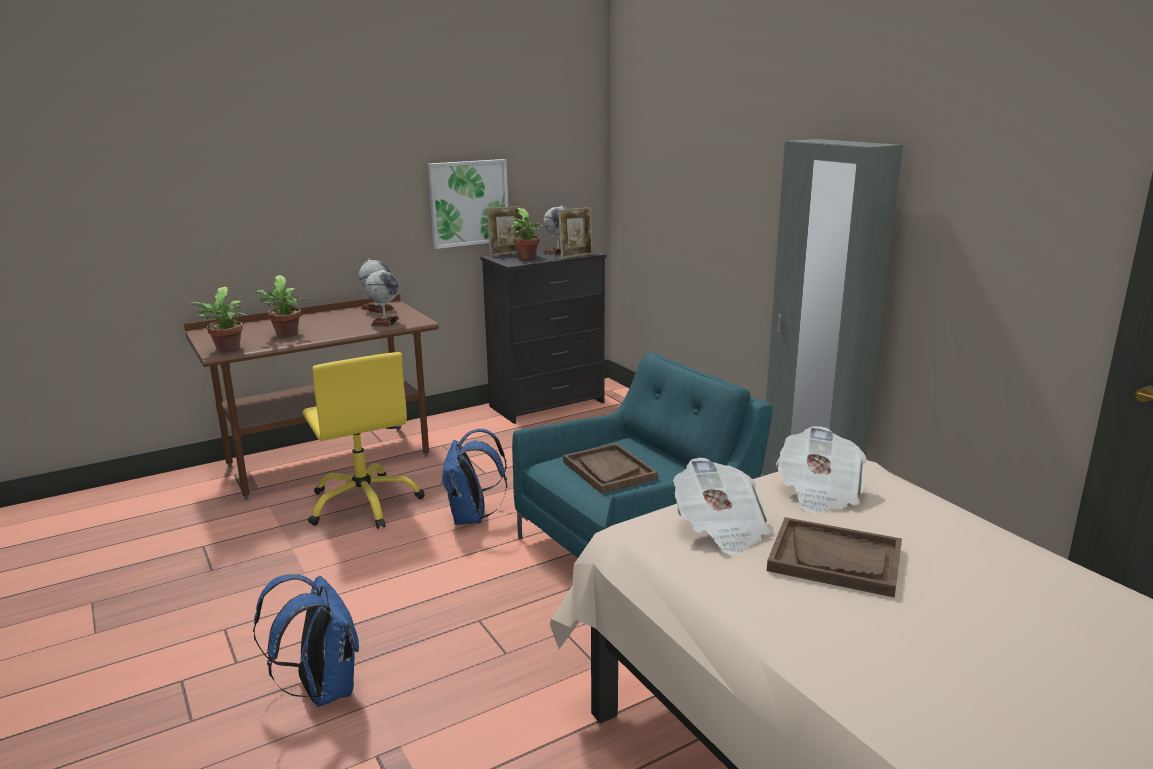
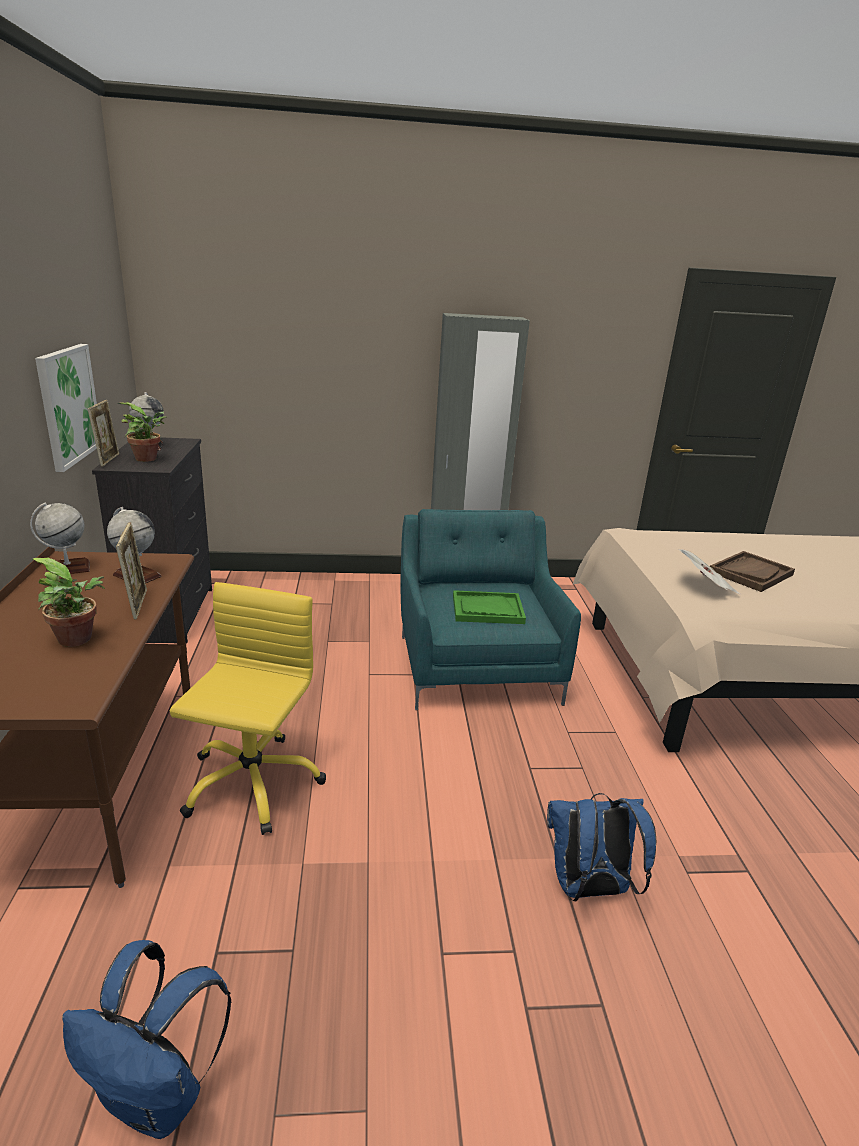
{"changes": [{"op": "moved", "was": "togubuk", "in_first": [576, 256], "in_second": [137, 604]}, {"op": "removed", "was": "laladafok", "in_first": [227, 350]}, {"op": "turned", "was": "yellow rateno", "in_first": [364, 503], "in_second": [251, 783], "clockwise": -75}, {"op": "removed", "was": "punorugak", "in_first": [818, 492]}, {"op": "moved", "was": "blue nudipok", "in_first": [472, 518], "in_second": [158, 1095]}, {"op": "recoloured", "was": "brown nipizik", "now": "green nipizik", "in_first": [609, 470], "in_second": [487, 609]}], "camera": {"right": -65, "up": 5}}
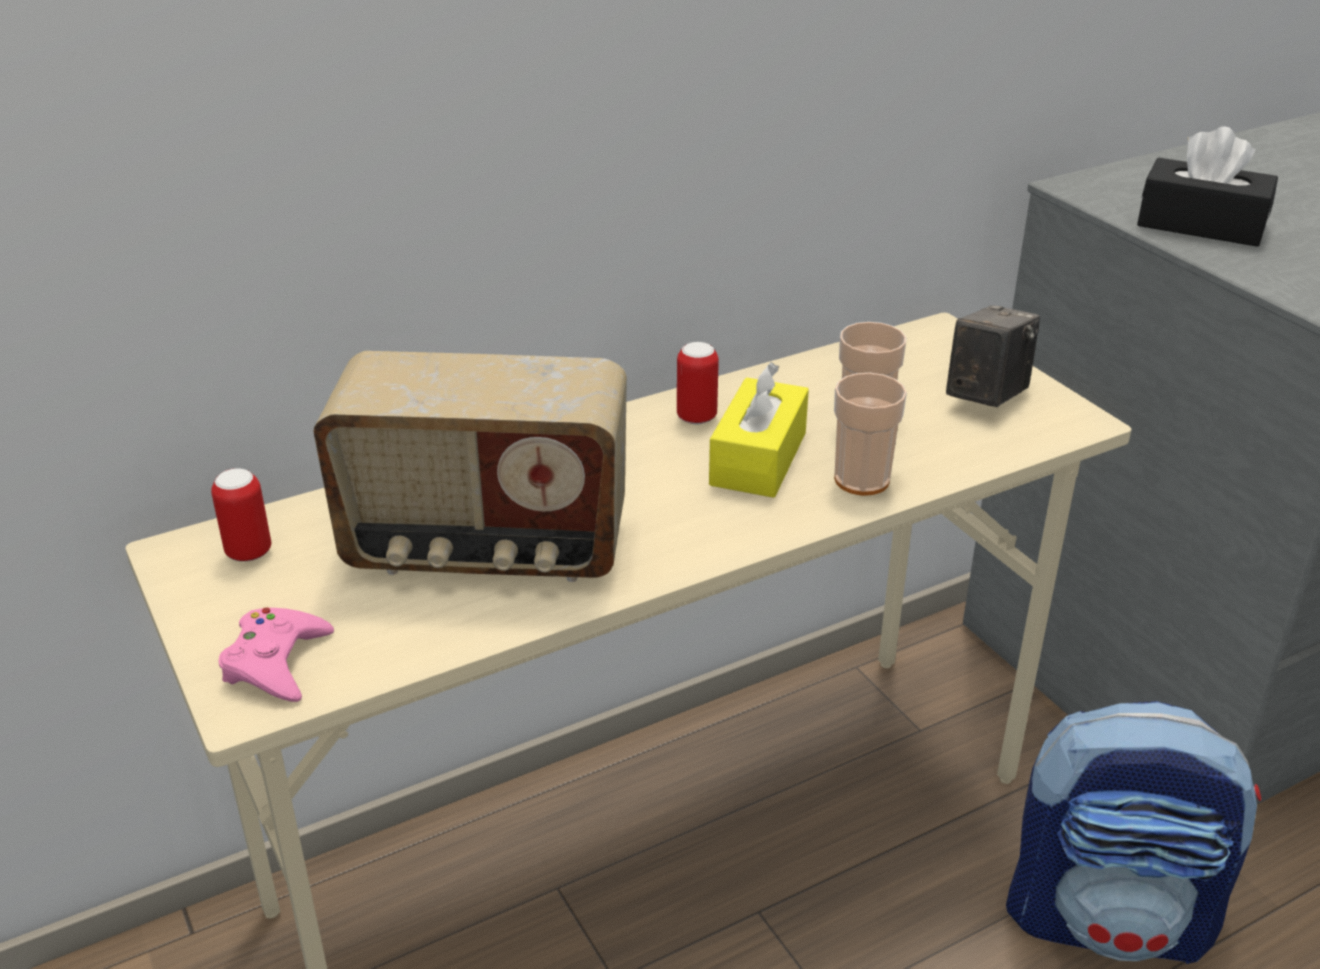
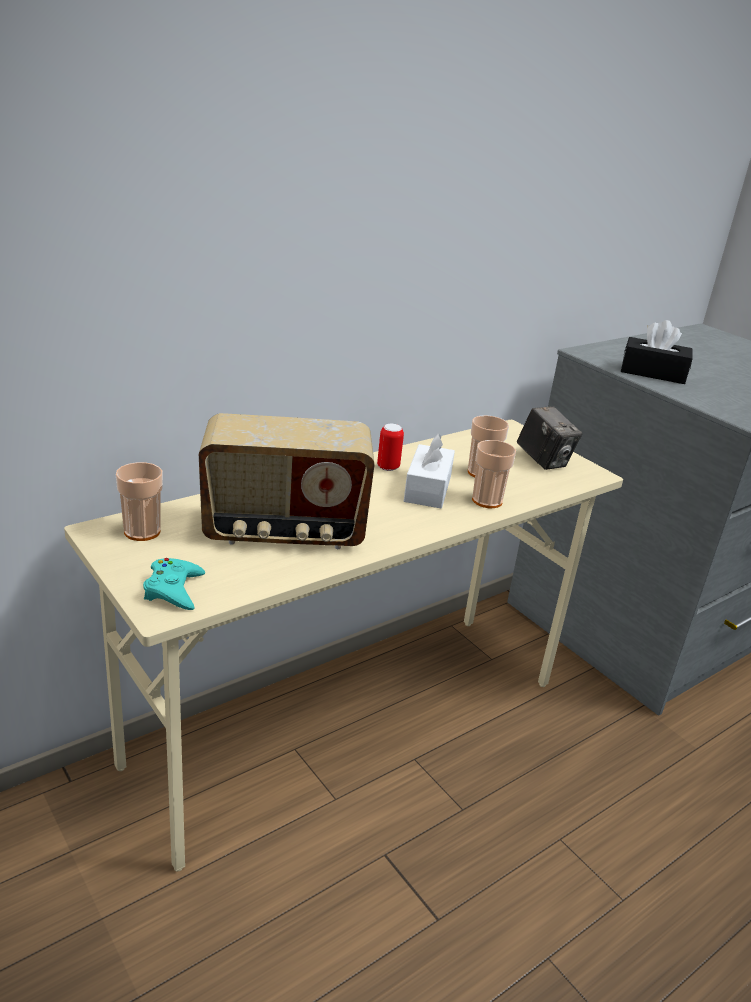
{"changes": [{"op": "turned", "was": "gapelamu", "in_first": [986, 396], "in_second": [543, 461], "clockwise": 120}, {"op": "recoloured", "was": "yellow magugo", "now": "white magugo", "in_first": [758, 459], "in_second": [427, 489]}, {"op": "replaced", "was": "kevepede", "now": "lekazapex", "in_first": [249, 552], "in_second": [142, 531]}, {"op": "recoloured", "was": "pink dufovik", "now": "turquoise dufovik", "in_first": [276, 663], "in_second": [174, 590]}, {"op": "removed", "was": "nudipok", "in_first": [1109, 917]}], "camera": {"right": -10, "up": -5}}
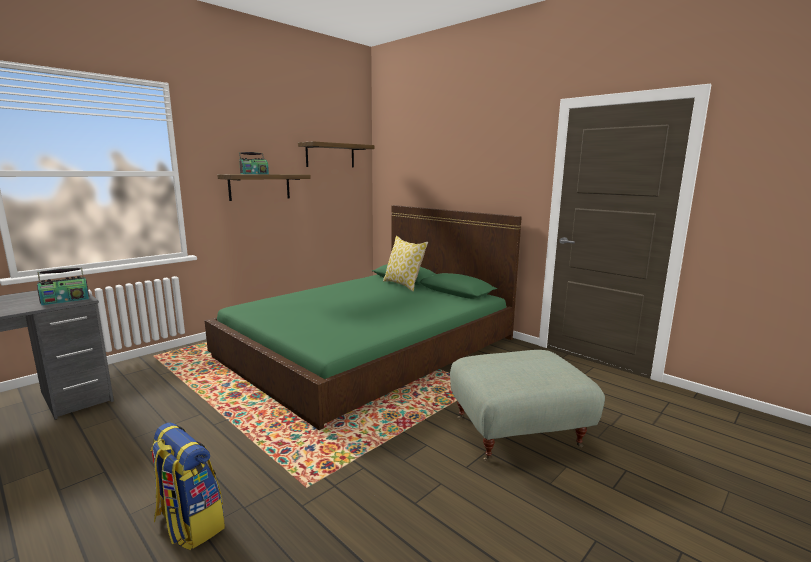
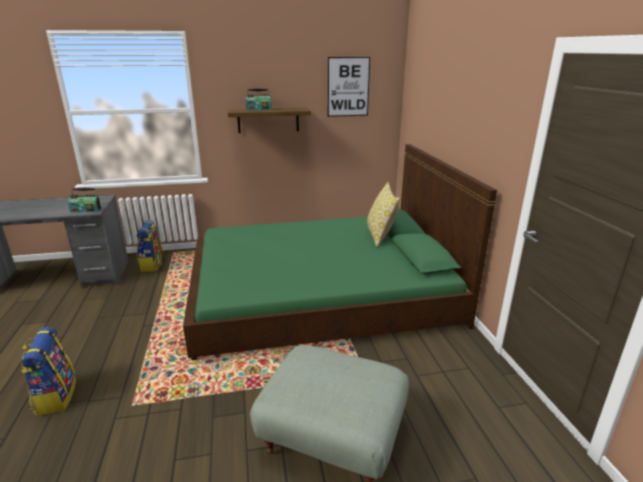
{"changes": [{"op": "replaced", "was": "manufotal", "now": "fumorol", "in_first": [330, 155], "in_second": [348, 87]}, {"op": "added", "now": "nudipok", "in_second": [153, 265]}], "camera": {"right": 35, "up": 10}}
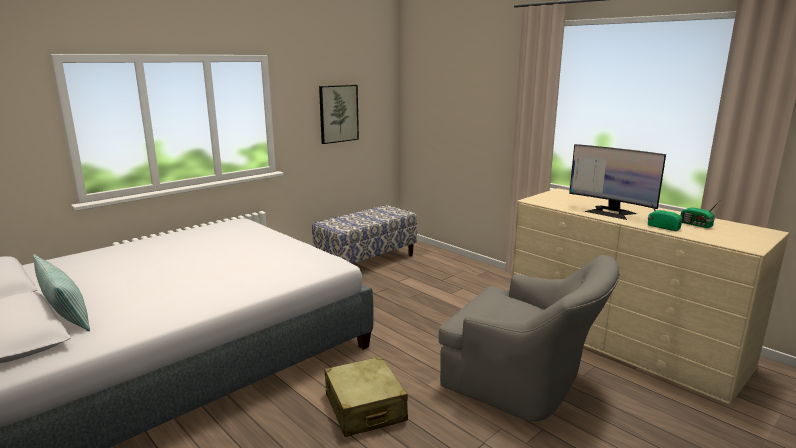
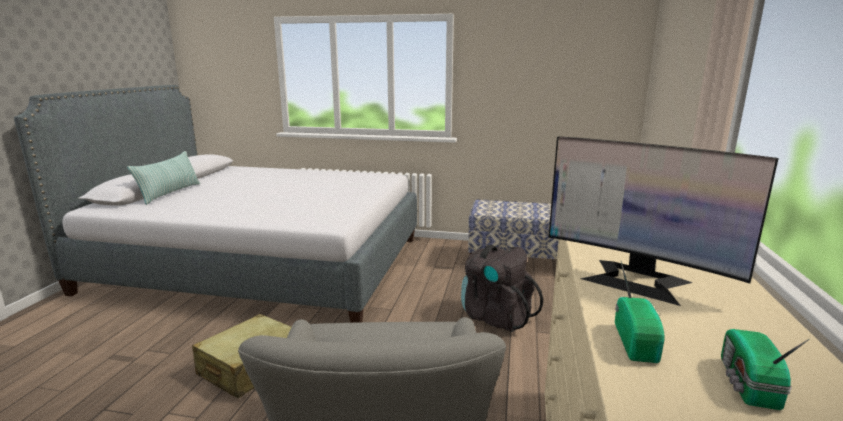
{"changes": [{"op": "removed", "was": "fumorol", "in_first": [338, 113]}, {"op": "turned", "was": "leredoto", "in_first": [610, 212], "in_second": [636, 280], "clockwise": -60}, {"op": "added", "now": "black nudipok", "in_second": [496, 316]}], "camera": {"right": 55, "up": 0}}
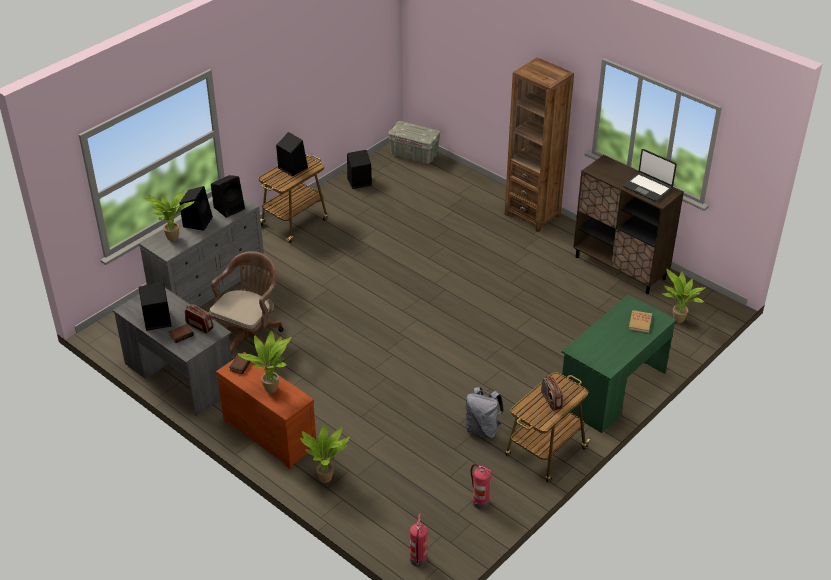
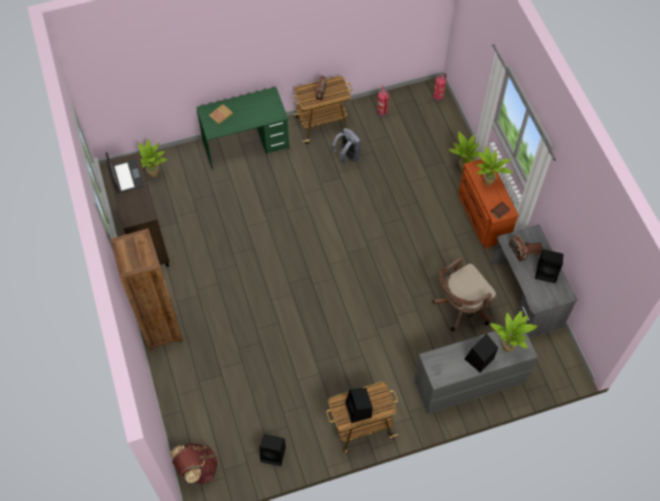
{"changes": [{"op": "replaced", "was": "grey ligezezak", "now": "brown nudipok", "in_first": [414, 155], "in_second": [197, 468]}, {"op": "removed", "was": "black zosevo", "in_first": [229, 207]}], "camera": {"right": -150, "up": 20}}
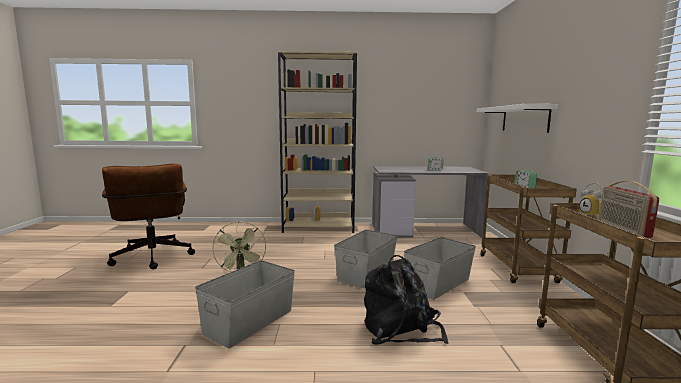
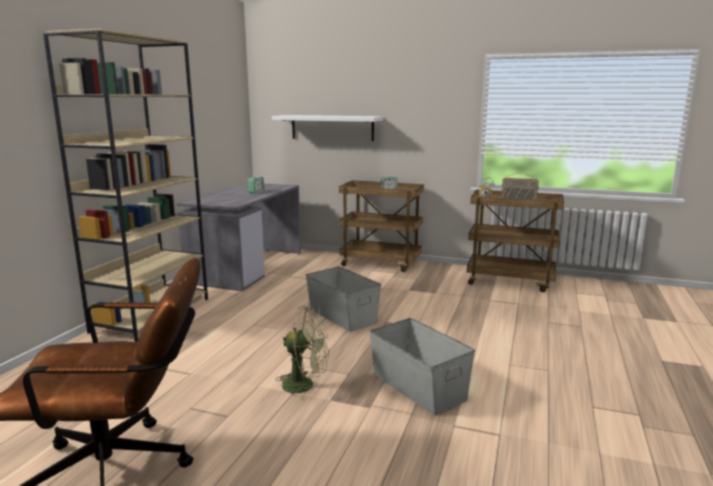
{"changes": [{"op": "removed", "was": "grey ligezezak", "in_first": [437, 283]}, {"op": "removed", "was": "black nudipok", "in_first": [400, 329]}], "camera": {"right": -70, "up": 5}}
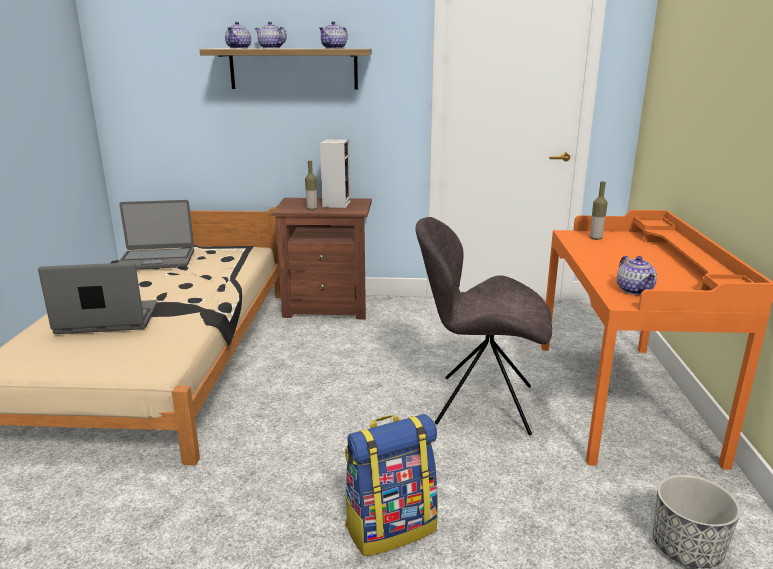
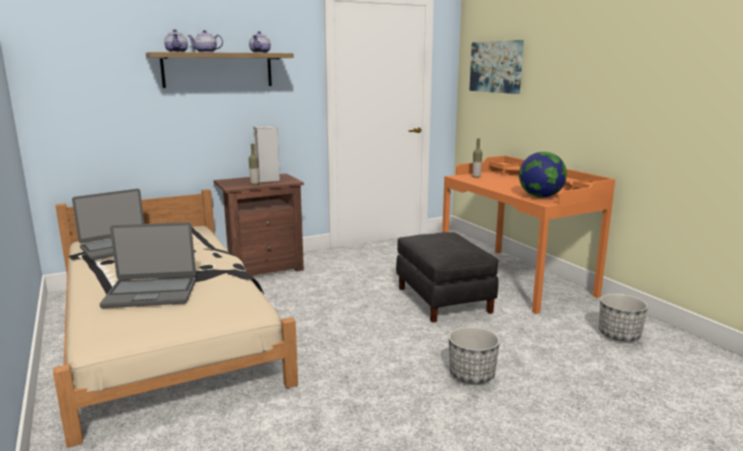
{"changes": [{"op": "replaced", "was": "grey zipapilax", "now": "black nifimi", "in_first": [479, 404], "in_second": [442, 300]}, {"op": "replaced", "was": "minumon", "now": "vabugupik", "in_first": [634, 290], "in_second": [540, 197]}, {"op": "turned", "was": "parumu", "in_first": [107, 320], "in_second": [151, 293], "clockwise": -150}, {"op": "replaced", "was": "nudipok", "now": "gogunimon", "in_first": [391, 527], "in_second": [471, 375]}, {"op": "added", "now": "fumorol", "in_second": [496, 67]}], "camera": {"right": -30, "up": -5}}
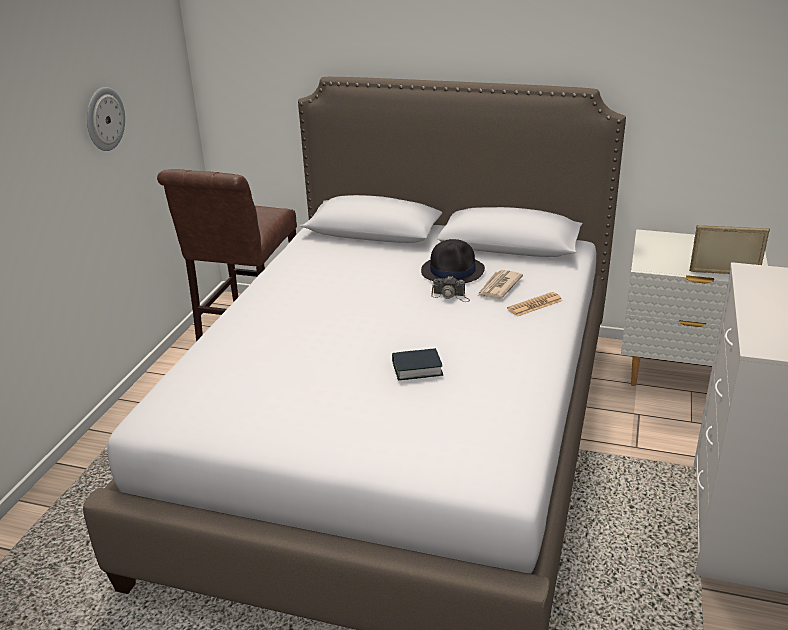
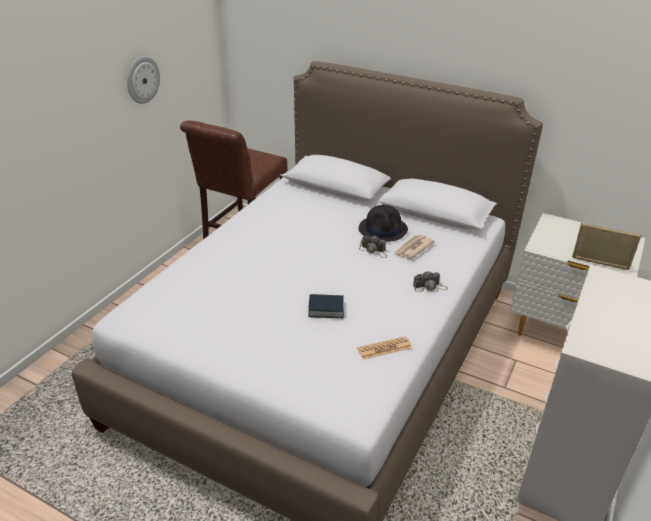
{"changes": [{"op": "moved", "was": "punorugak", "in_first": [535, 305], "in_second": [384, 348]}, {"op": "added", "now": "gapelamu", "in_second": [430, 287]}], "camera": {"right": 10, "up": 5}}
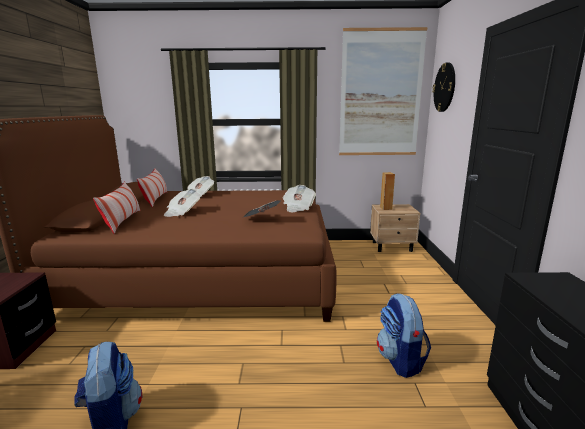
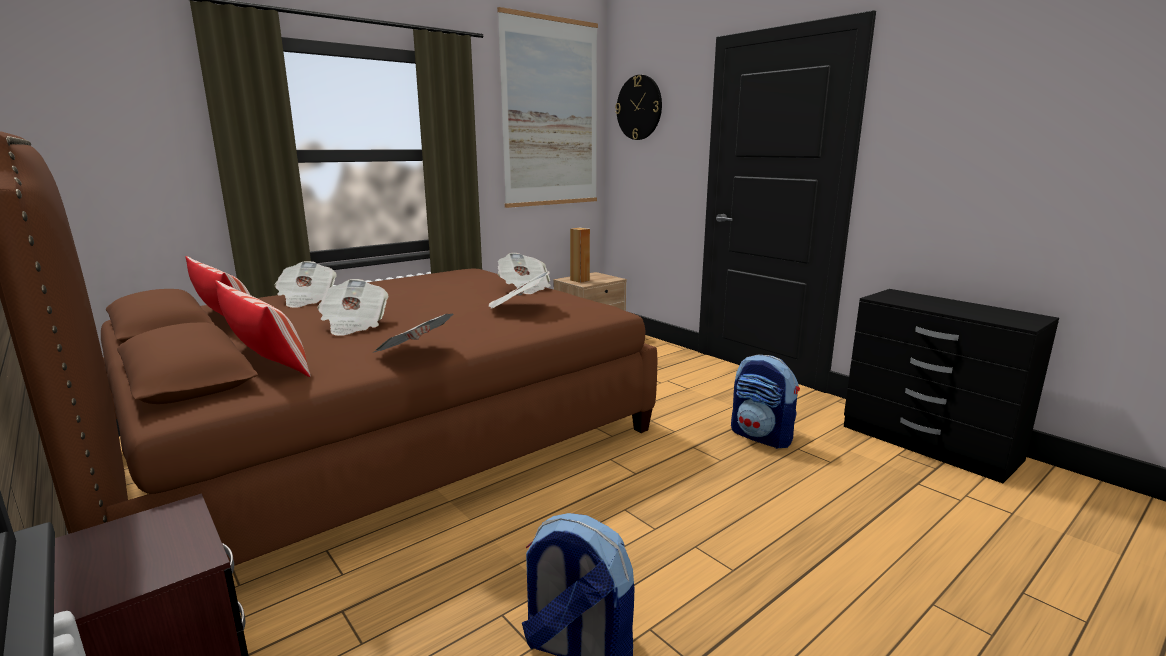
{"changes": [{"op": "added", "now": "punorugak", "in_second": [415, 354]}], "camera": {"right": -40, "up": 0}}
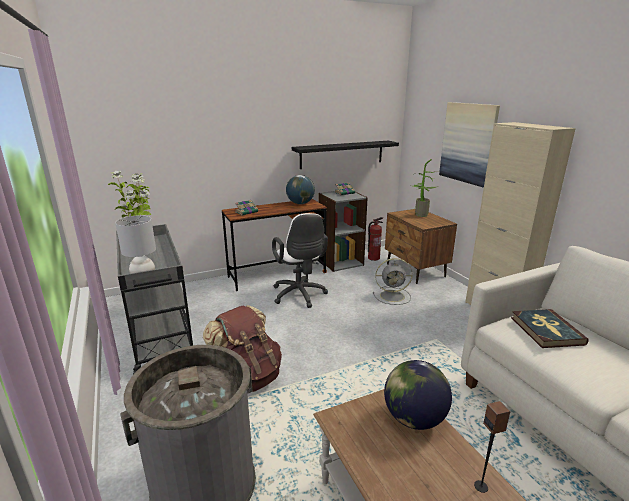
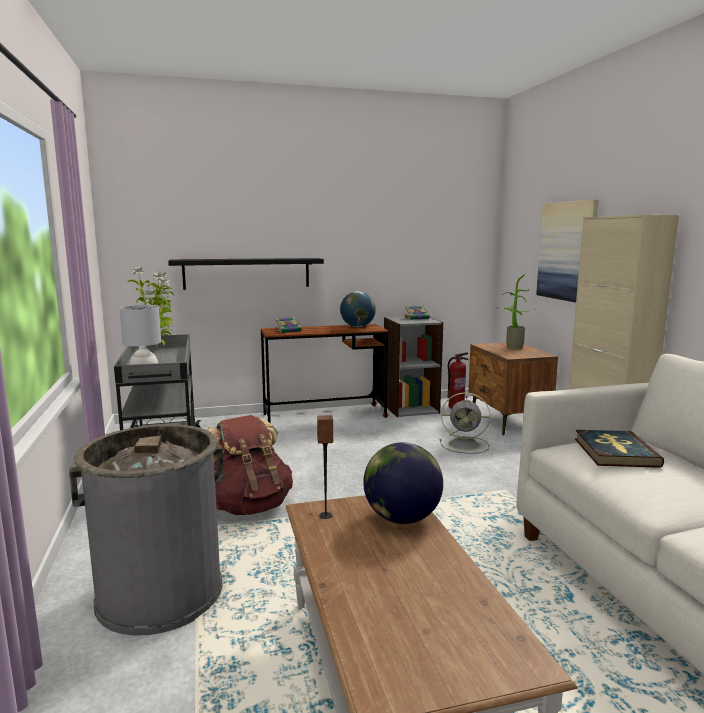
{"changes": [{"op": "moved", "was": "black manufotal", "in_first": [342, 154], "in_second": [247, 273]}, {"op": "removed", "was": "white rateno", "in_first": [300, 296]}, {"op": "moved", "was": "zosevo", "in_first": [481, 486], "in_second": [326, 515]}], "camera": {"right": 10, "up": -10}}
